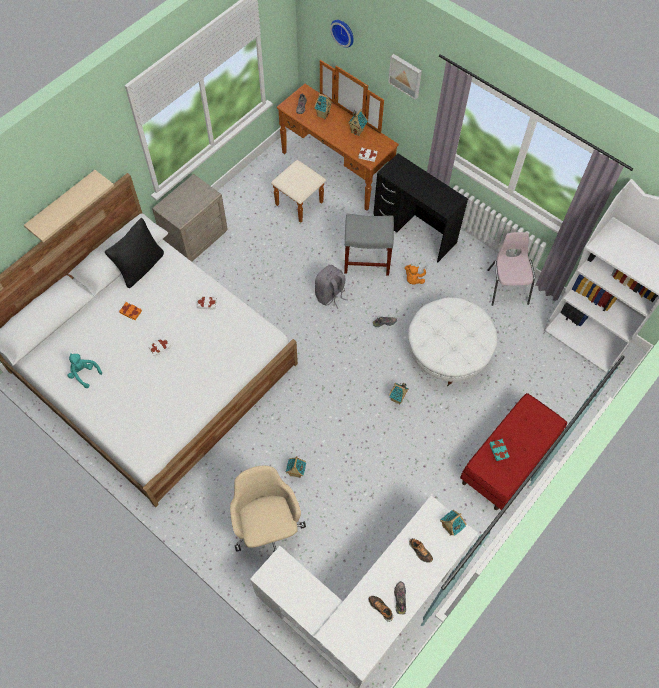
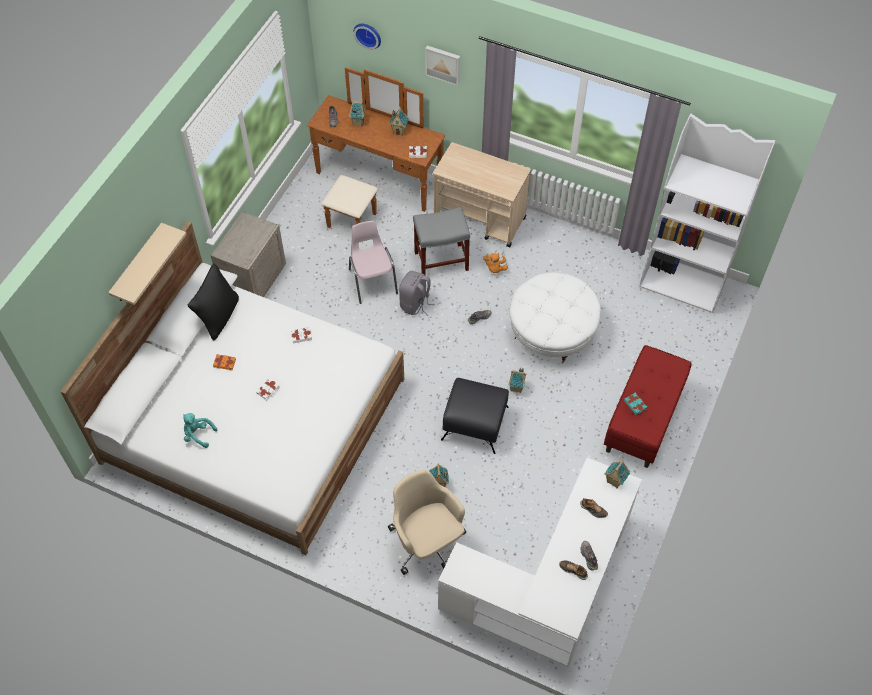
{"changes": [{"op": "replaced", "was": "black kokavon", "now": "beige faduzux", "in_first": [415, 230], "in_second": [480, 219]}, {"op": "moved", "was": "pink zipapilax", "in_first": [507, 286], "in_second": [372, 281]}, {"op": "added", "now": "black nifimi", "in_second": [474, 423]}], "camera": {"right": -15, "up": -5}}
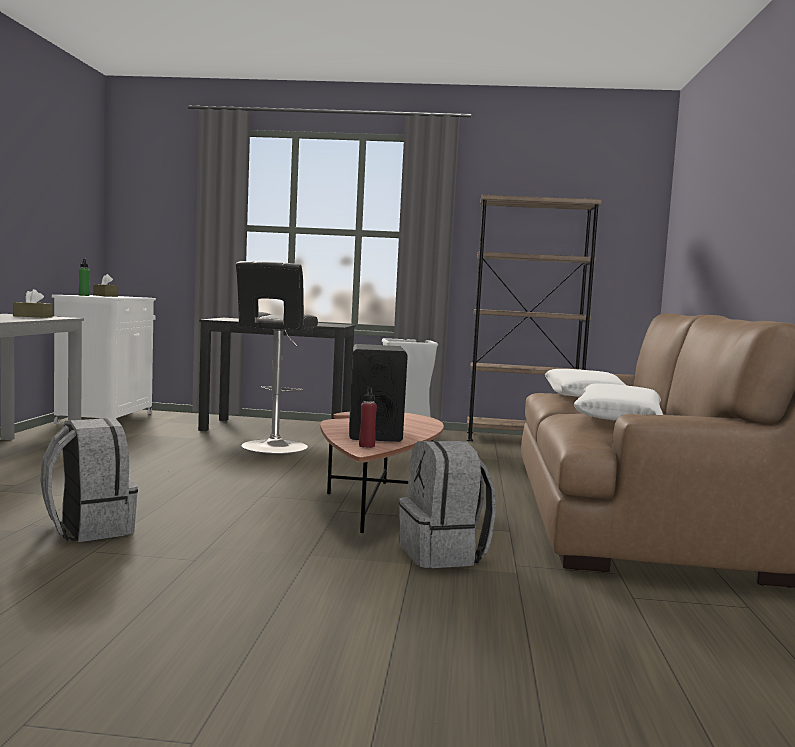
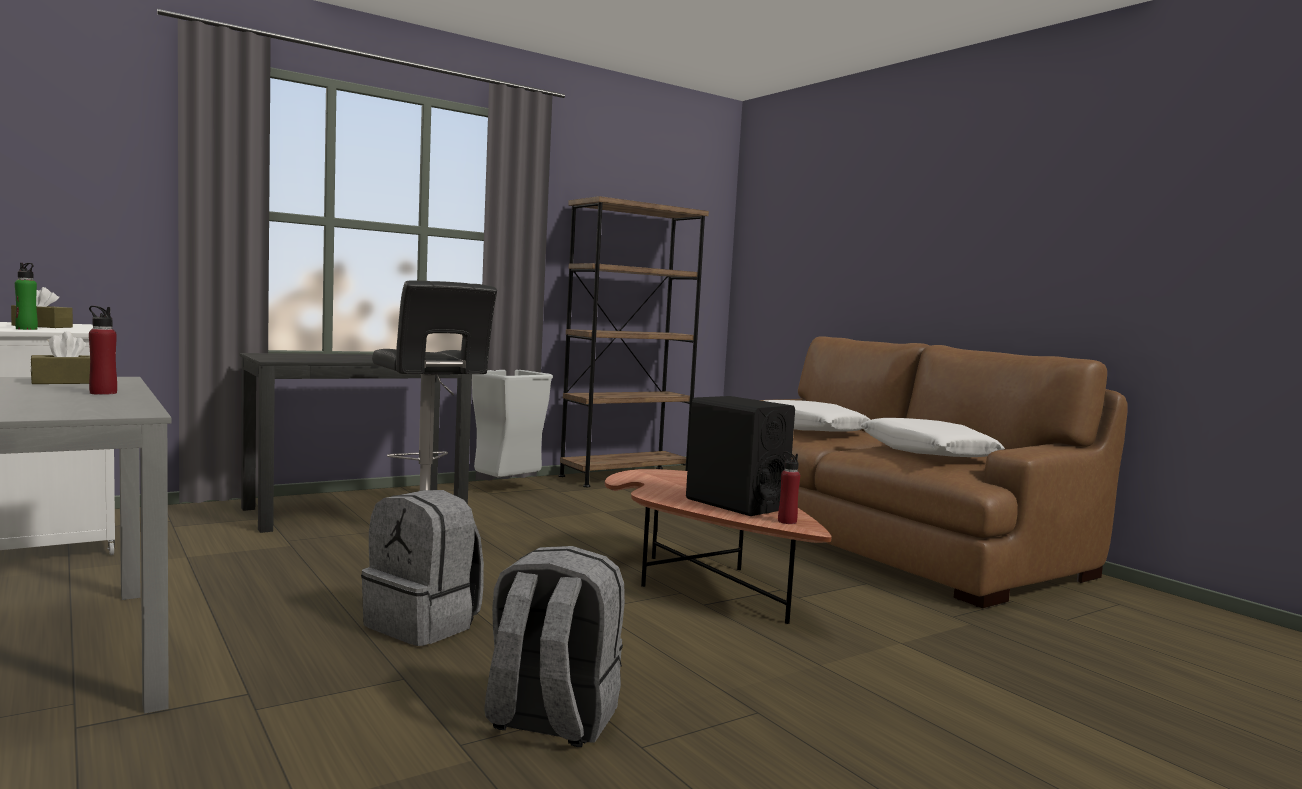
{"changes": [{"op": "moved", "was": "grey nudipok", "in_first": [443, 554], "in_second": [424, 625]}, {"op": "added", "now": "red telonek", "in_second": [103, 393]}], "camera": {"right": -40, "up": 0}}
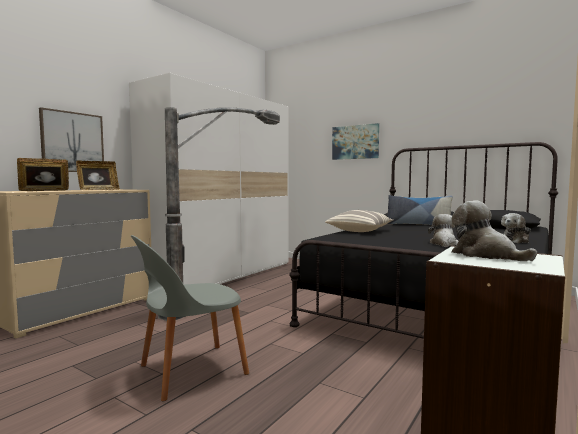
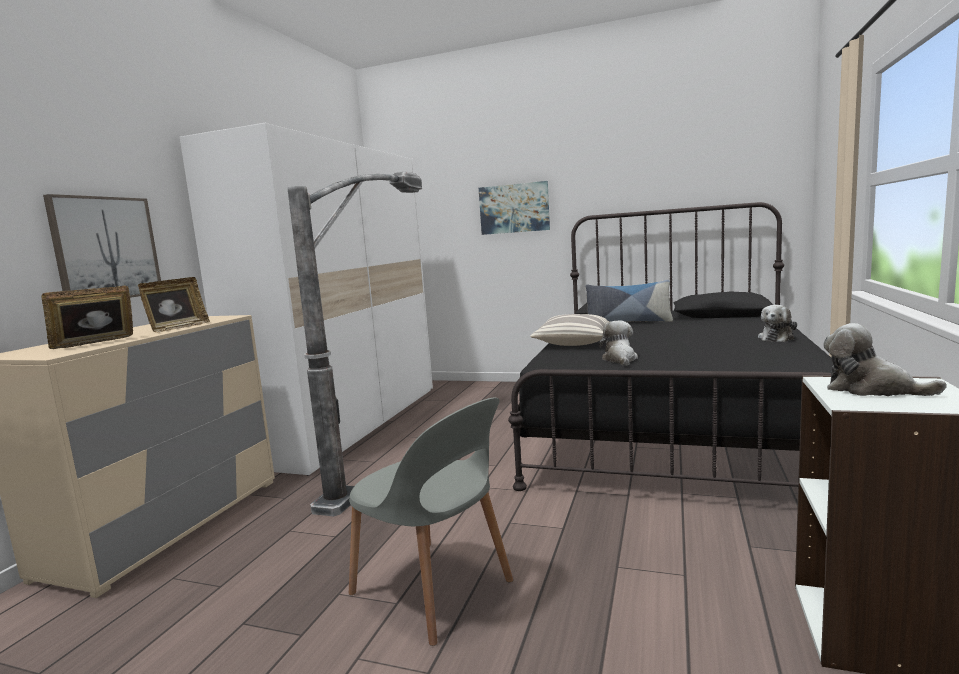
{"changes": [{"op": "moved", "was": "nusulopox", "in_first": [444, 244], "in_second": [620, 359]}, {"op": "turned", "was": "grey zipapilax", "in_first": [190, 371], "in_second": [434, 590], "clockwise": -90}], "camera": {"right": -15, "up": 5}}
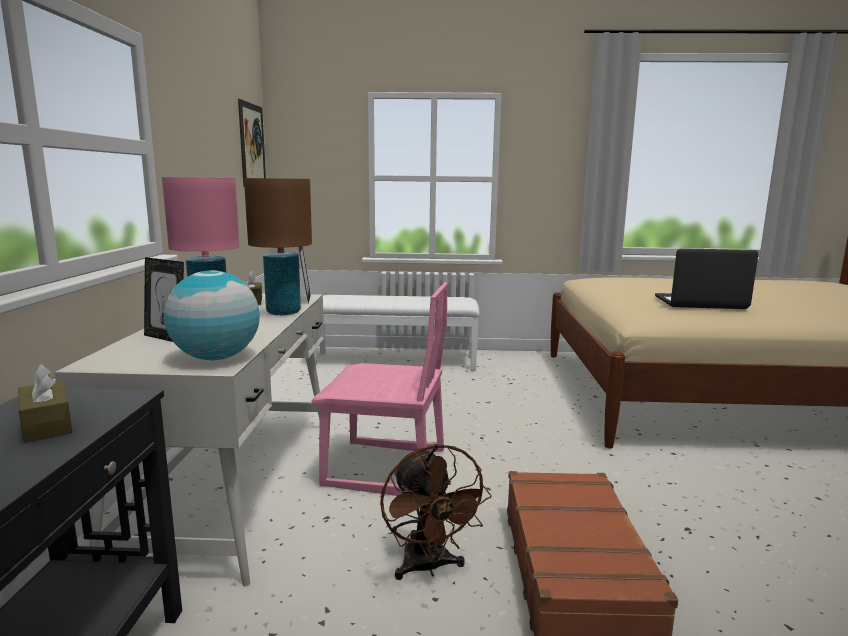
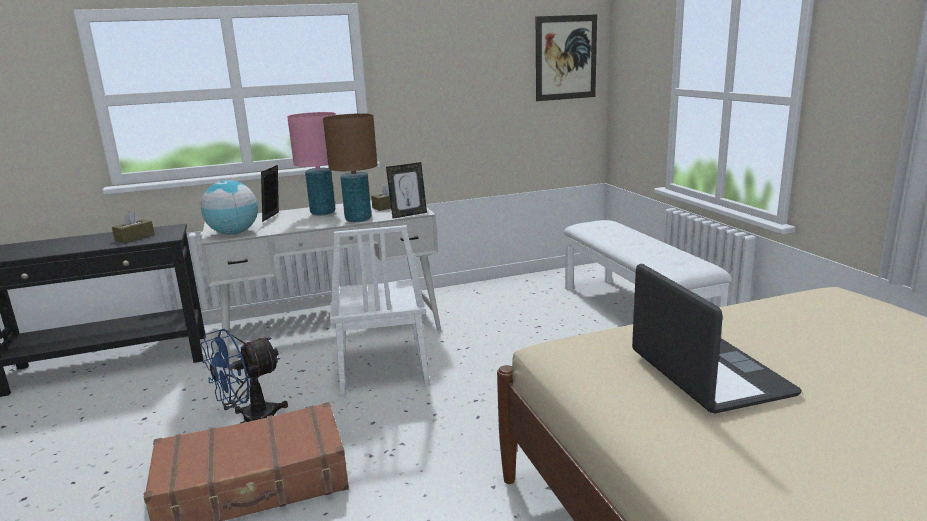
{"changes": [{"op": "recoloured", "was": "pink zipapilax", "now": "white zipapilax", "in_first": [385, 469], "in_second": [381, 372]}, {"op": "recoloured", "was": "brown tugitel", "now": "blue tugitel", "in_first": [428, 567], "in_second": [250, 420]}], "camera": {"right": 70, "up": 5}}
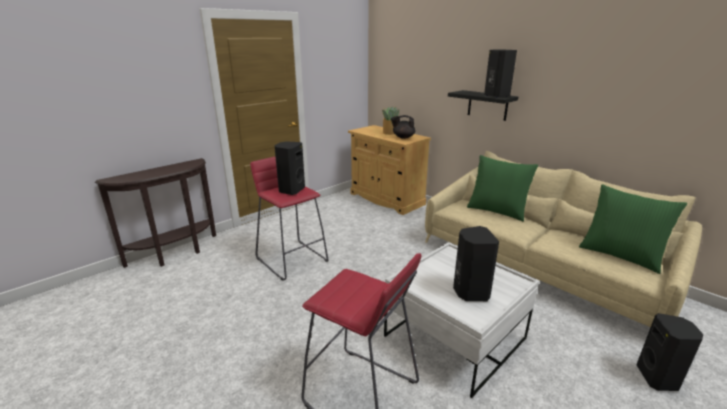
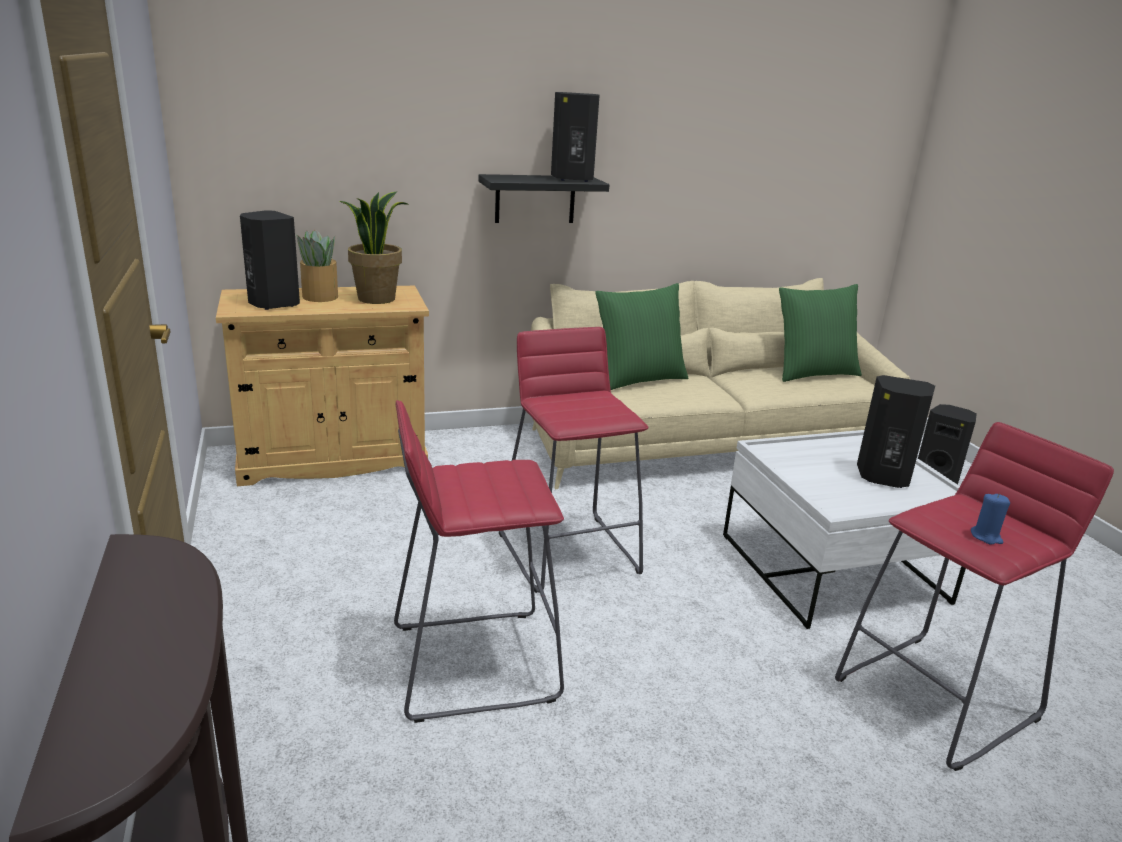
{"changes": [{"op": "replaced", "was": "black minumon", "now": "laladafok", "in_first": [403, 137], "in_second": [376, 298]}, {"op": "moved", "was": "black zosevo", "in_first": [291, 190], "in_second": [272, 304]}, {"op": "added", "now": "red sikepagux", "in_second": [569, 551]}, {"op": "added", "now": "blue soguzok", "in_second": [986, 537]}], "camera": {"right": -65, "up": 0}}
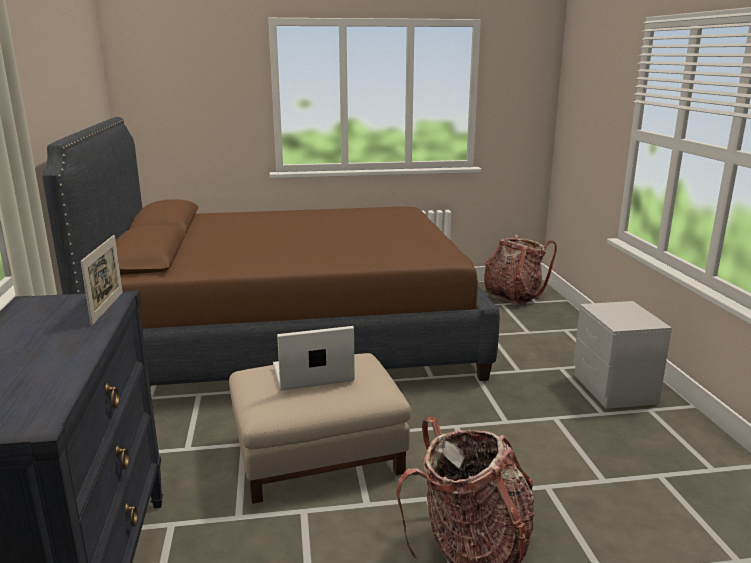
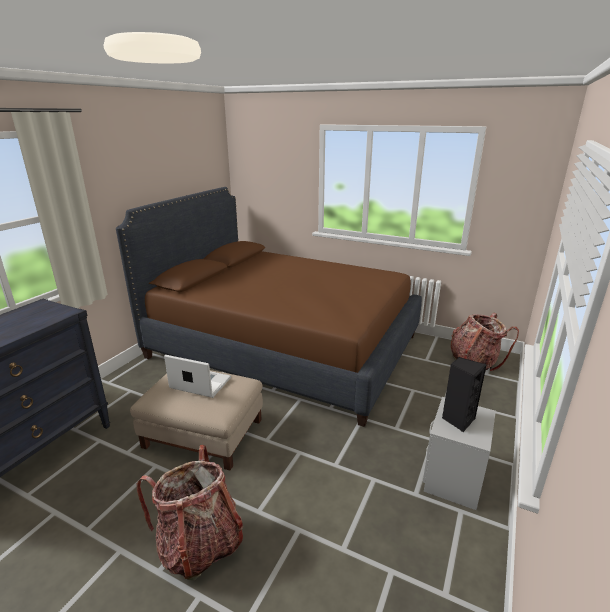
{"changes": [{"op": "removed", "was": "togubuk", "in_first": [107, 308]}, {"op": "added", "now": "black zosevo", "in_second": [457, 420]}], "camera": {"right": 35, "up": 5}}
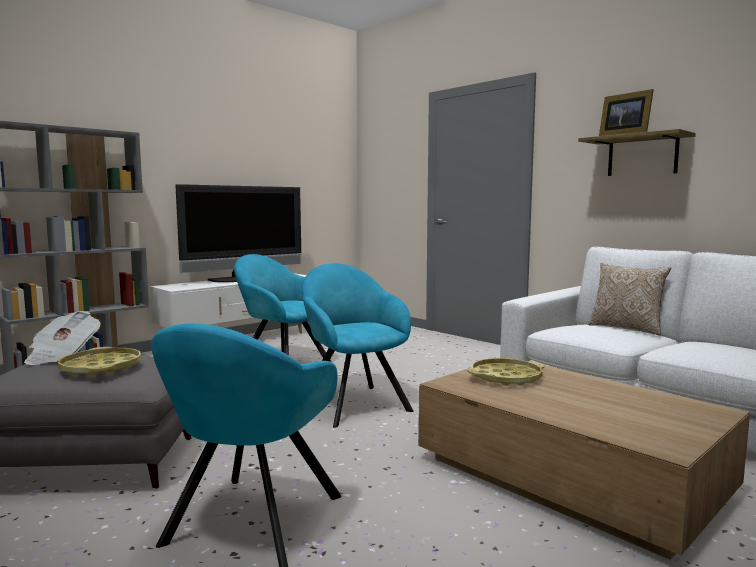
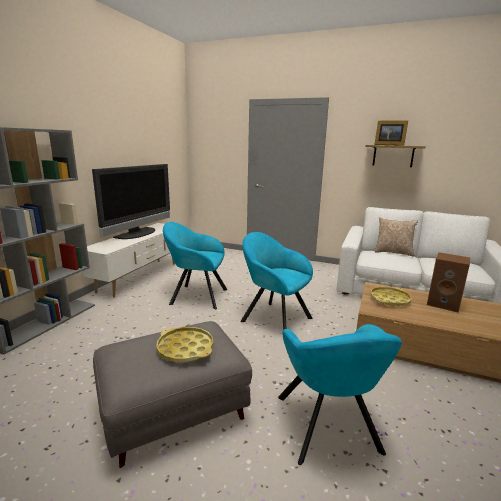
{"changes": [{"op": "removed", "was": "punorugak", "in_first": [62, 356]}, {"op": "added", "now": "brown zosevo", "in_second": [444, 304]}], "camera": {"right": -25, "up": 10}}
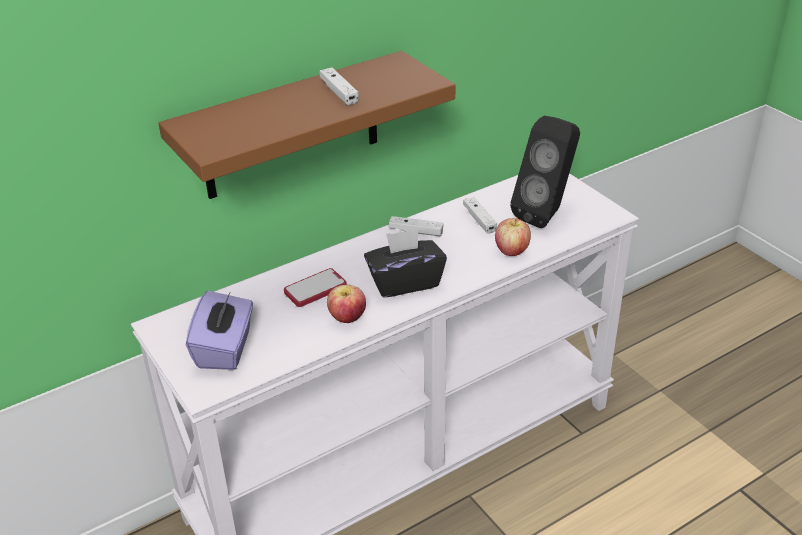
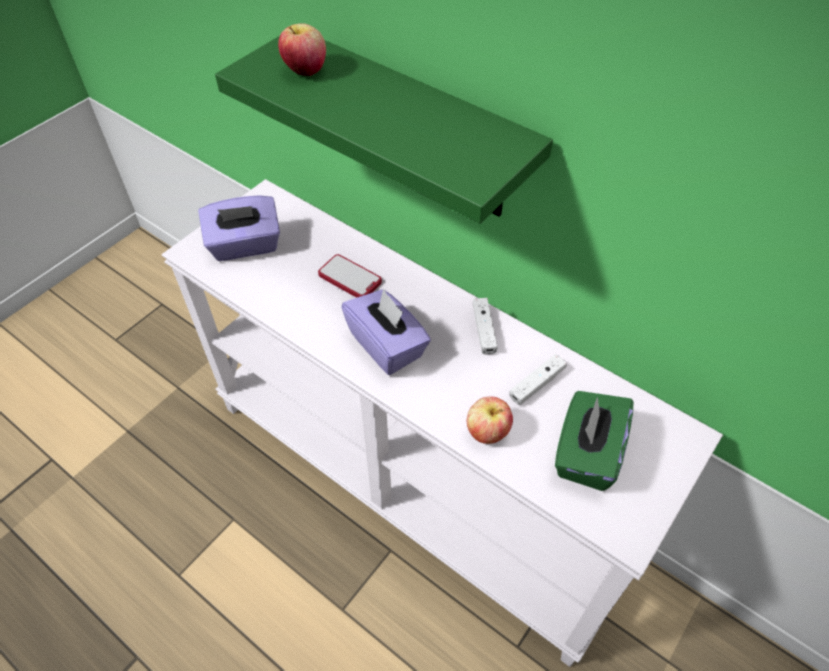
{"changes": [{"op": "recoloured", "was": "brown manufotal", "now": "green manufotal", "in_first": [291, 127], "in_second": [412, 127]}, {"op": "removed", "was": "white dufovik", "in_first": [339, 92]}, {"op": "replaced", "was": "black zosevo", "now": "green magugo", "in_first": [546, 214], "in_second": [586, 453]}, {"op": "recoloured", "was": "black magugo", "now": "purple magugo", "in_first": [405, 282], "in_second": [387, 345]}, {"op": "moved", "was": "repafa", "in_first": [347, 318], "in_second": [305, 70]}], "camera": {"right": 70, "up": 15}}
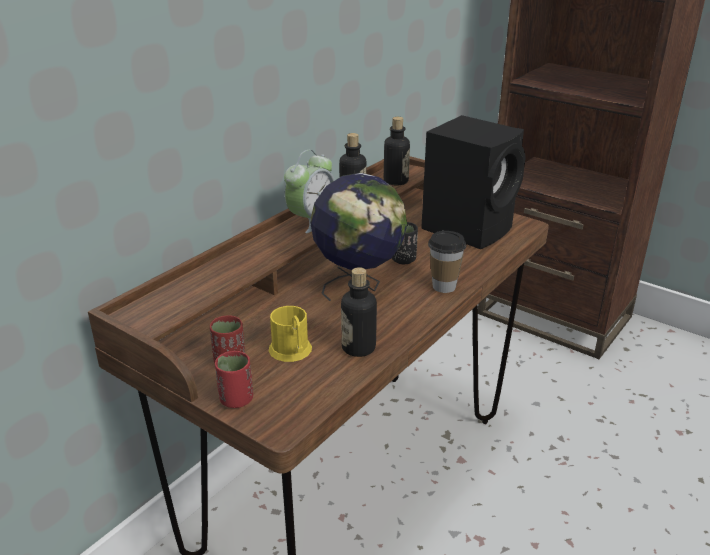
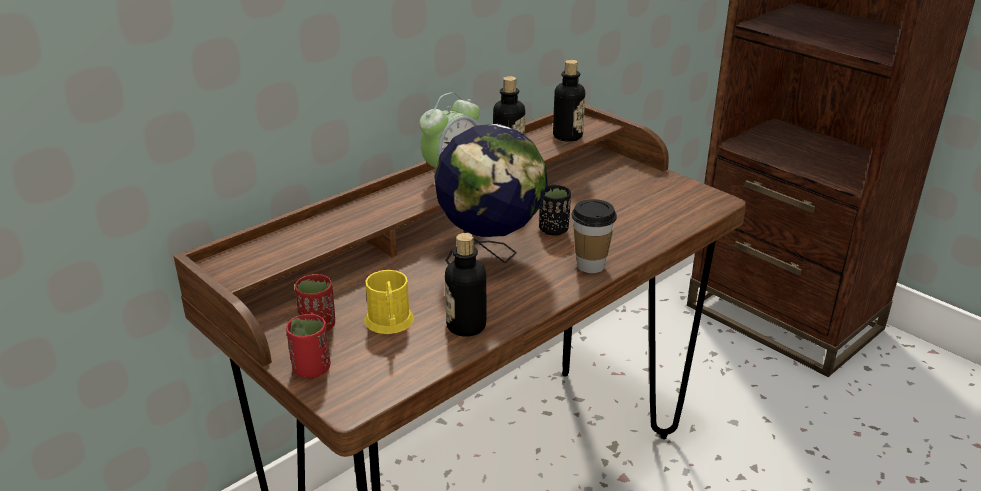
{"changes": [{"op": "removed", "was": "black zosevo", "in_first": [469, 228]}], "camera": {"right": 10, "up": 0}}
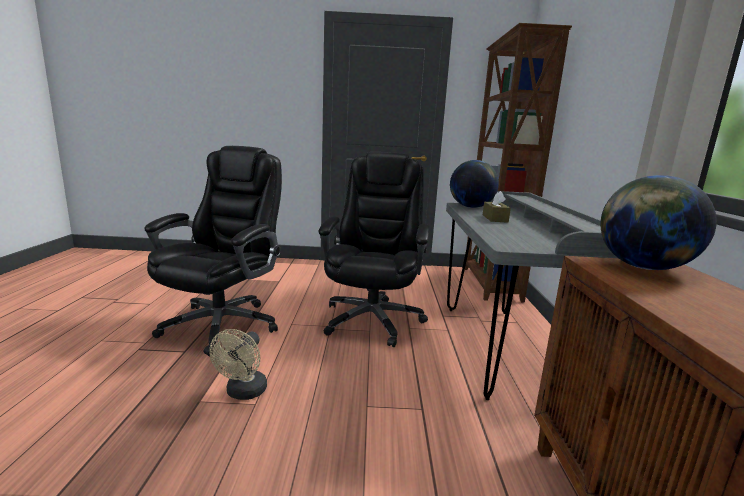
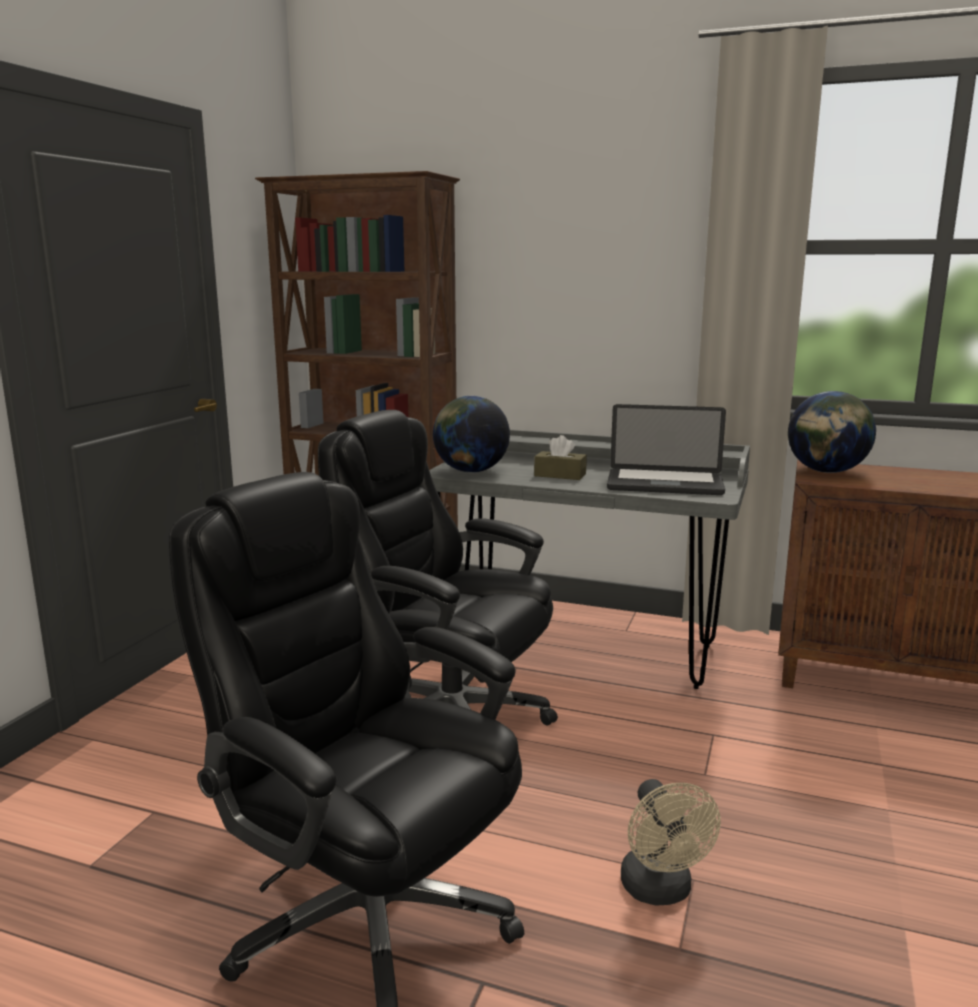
{"changes": [{"op": "turned", "was": "beige tugitel", "in_first": [243, 393], "in_second": [661, 891], "clockwise": 45}, {"op": "added", "now": "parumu", "in_second": [664, 484]}], "camera": {"right": -70, "up": 0}}
